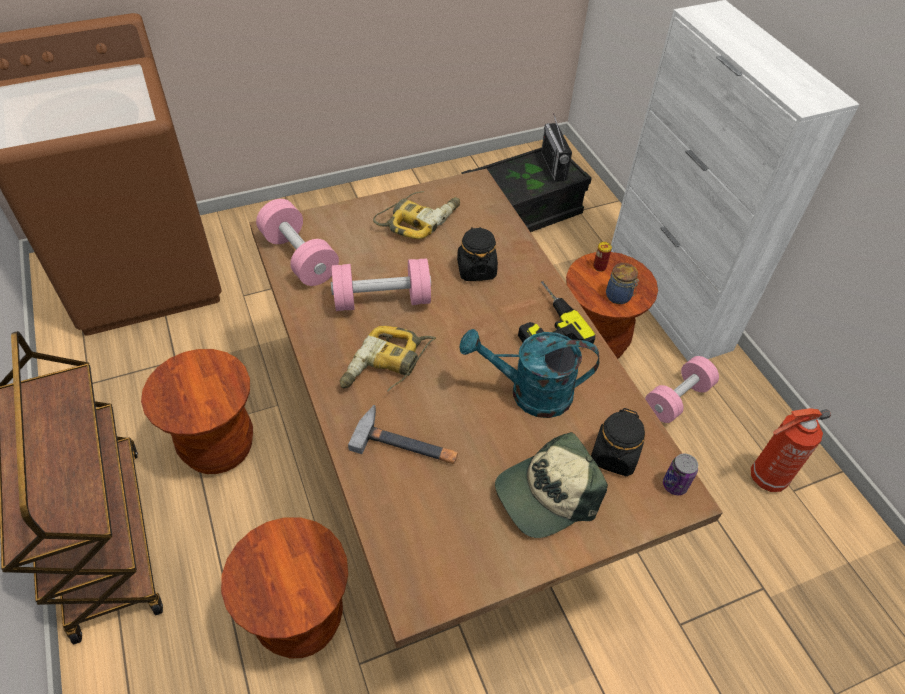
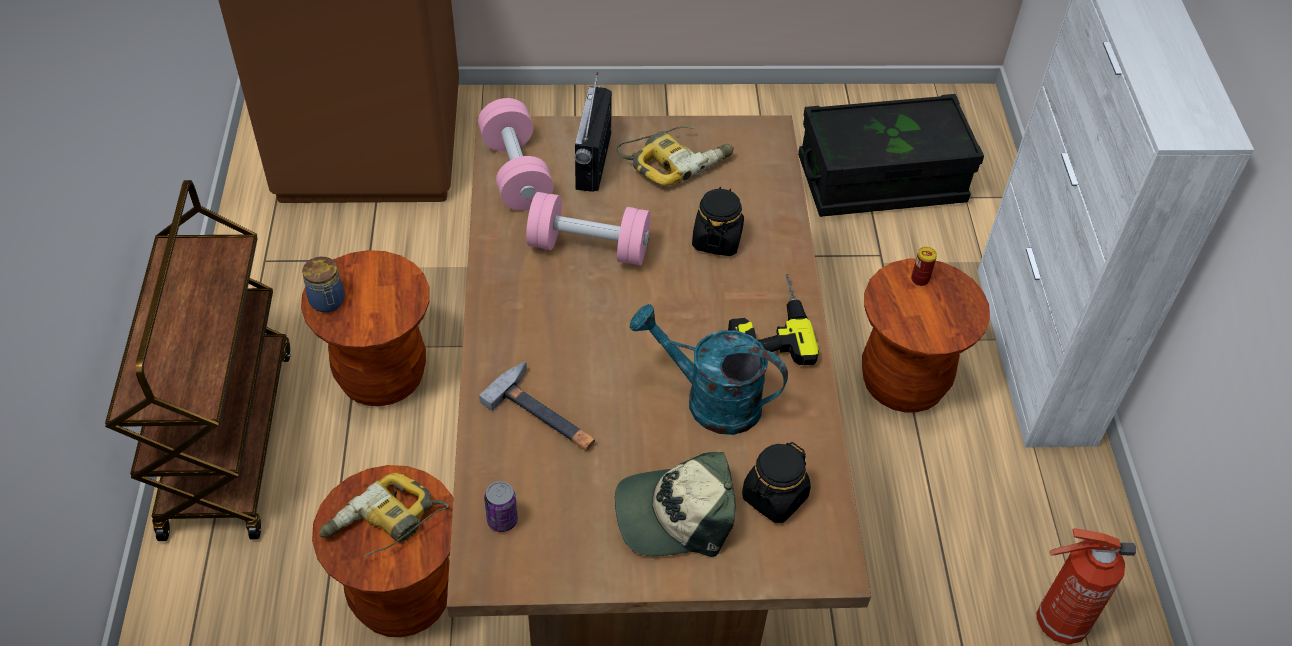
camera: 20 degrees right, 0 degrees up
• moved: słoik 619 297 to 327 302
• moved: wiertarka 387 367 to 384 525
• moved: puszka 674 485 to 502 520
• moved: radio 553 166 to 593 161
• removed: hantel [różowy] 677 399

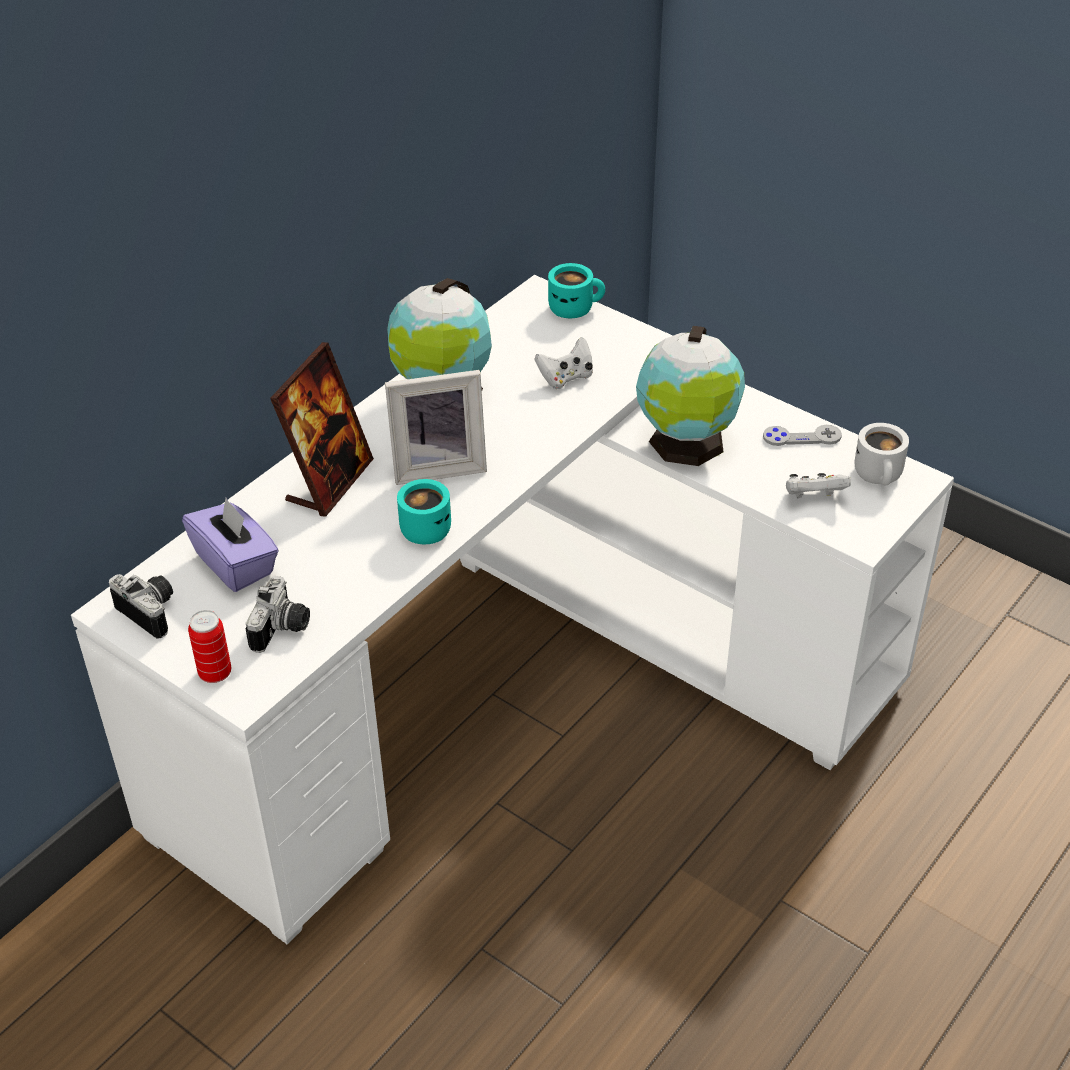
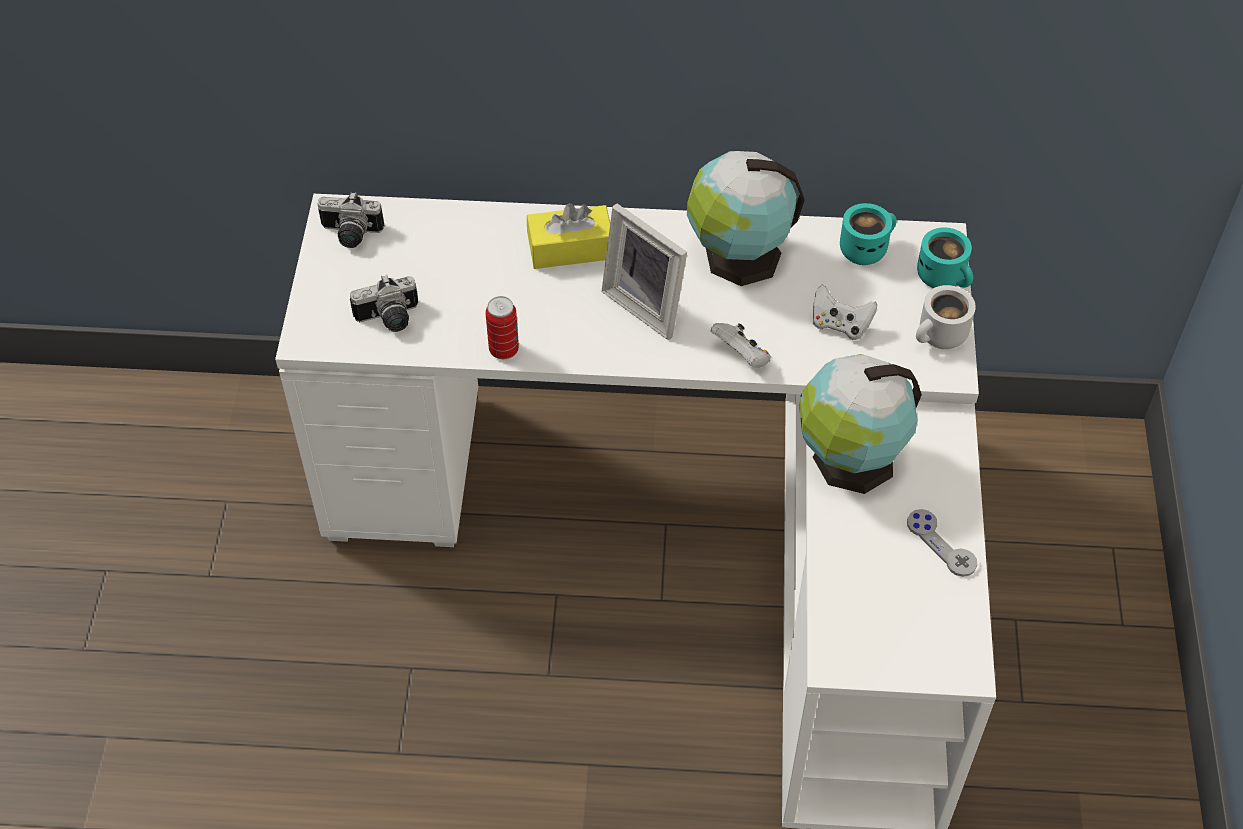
camera: 55 degrees right, 10 degrees up
• turned: aparat fotograficzny 153 611 = 350 235 90 degrees clockwise
• moved: puszka 215 673 to 504 350
• replaced: ramka na zdjęcie 329 482 to pudełko chusteczek [żółty] 570 249
• moved: pad do gier [biały] 813 497 to 742 357
• moved: kubek [turkusowy] 424 527 to 865 247
• moved: kubek [biały] 880 475 to 940 337
• removed: pudełko chusteczek [fioletowy] 236 564

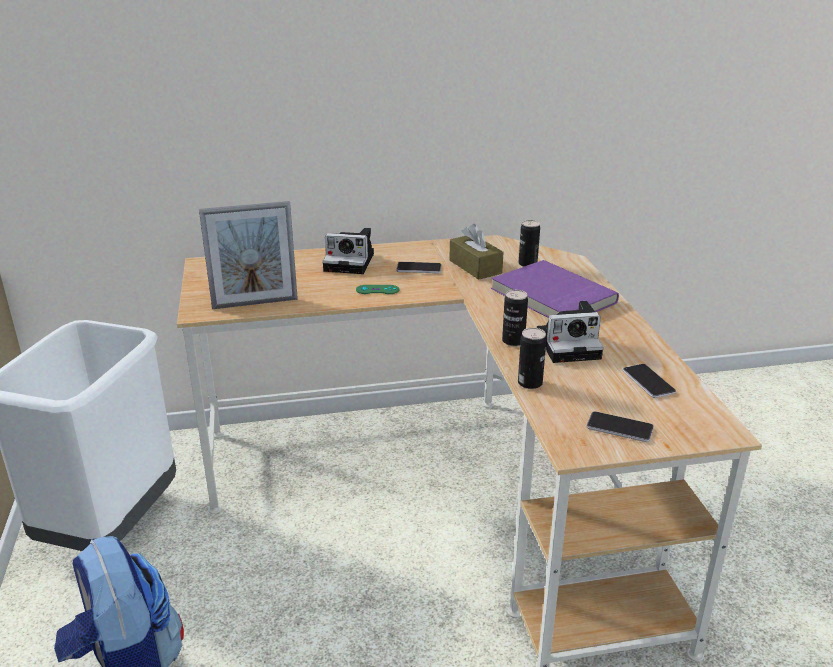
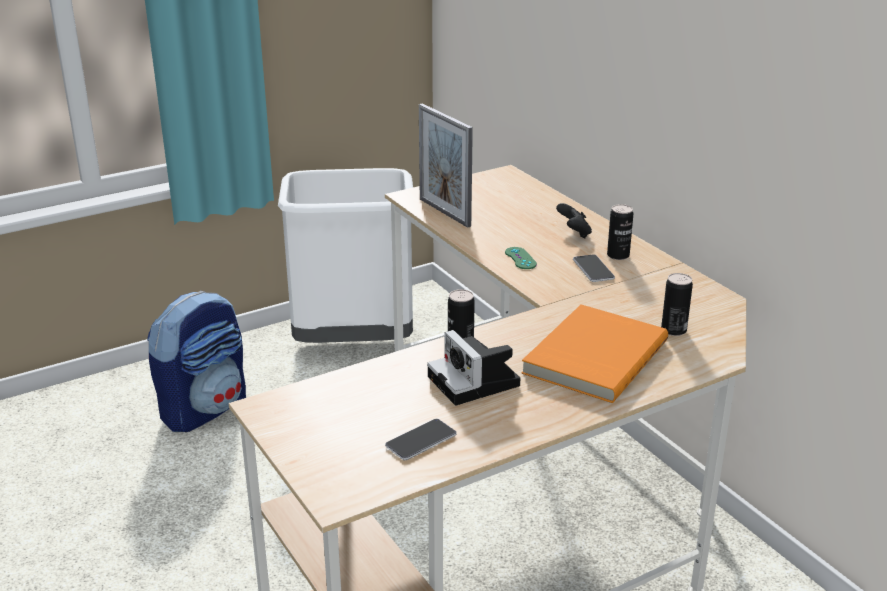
camera: 70 degrees right, 0 degrees up
• recoloured: książka [fioletowy] 551 296 to książka [pomarańczowy] 593 357
• replaced: aparat fotograficzny 351 262 to pad do gier [czarny] 574 233
• moved: puszka 530 383 to 618 255
• removed: pudełko chusteczek [brązowy] 475 267
• removed: telefon 619 428

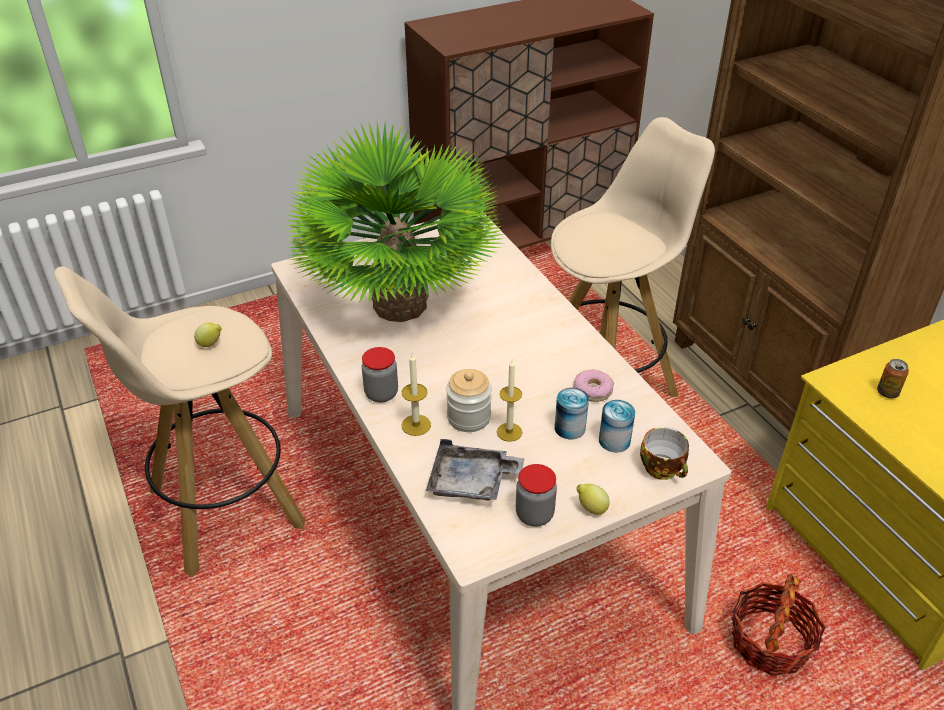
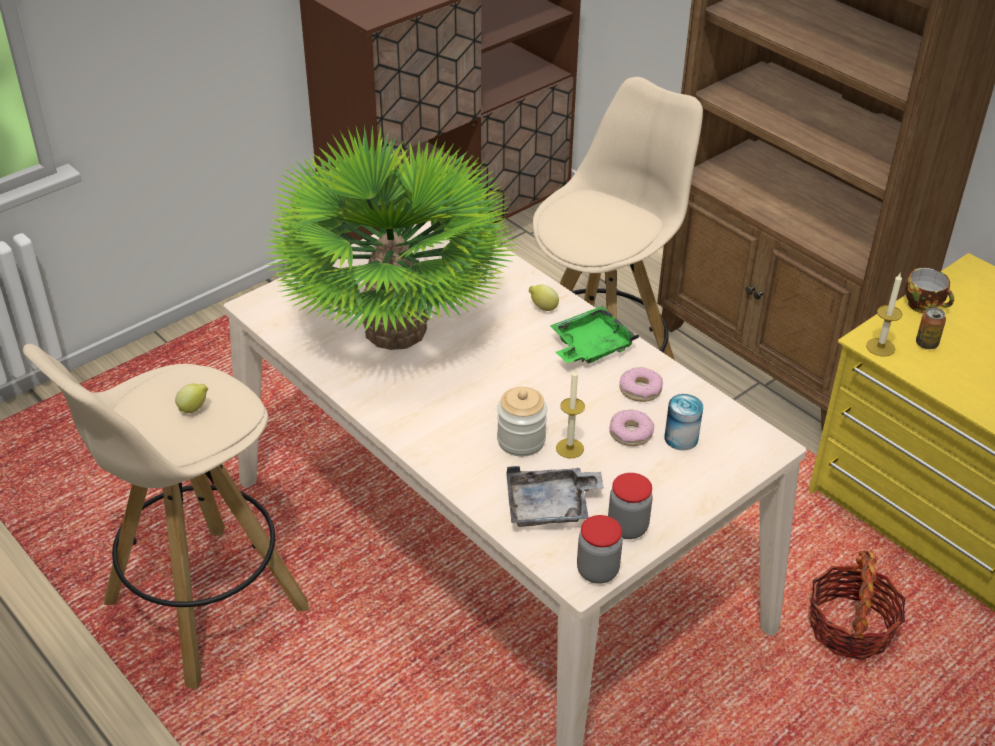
camera: 15 degrees left, 0 degrees up
• moved: cytryna 591 508 to 543 308
• added: taca [zielony] 590 346
• moved: słoik 381 394 to 597 571
• replaced: puszka 569 428 to donut 631 433
• moved: świeca 416 425 to 880 347
• moved: filiżanka 663 469 to 925 305

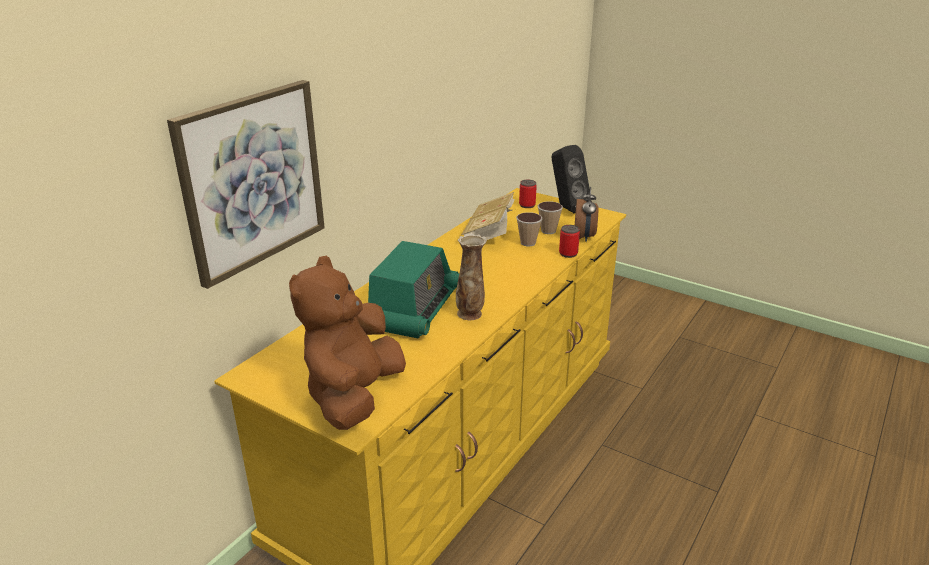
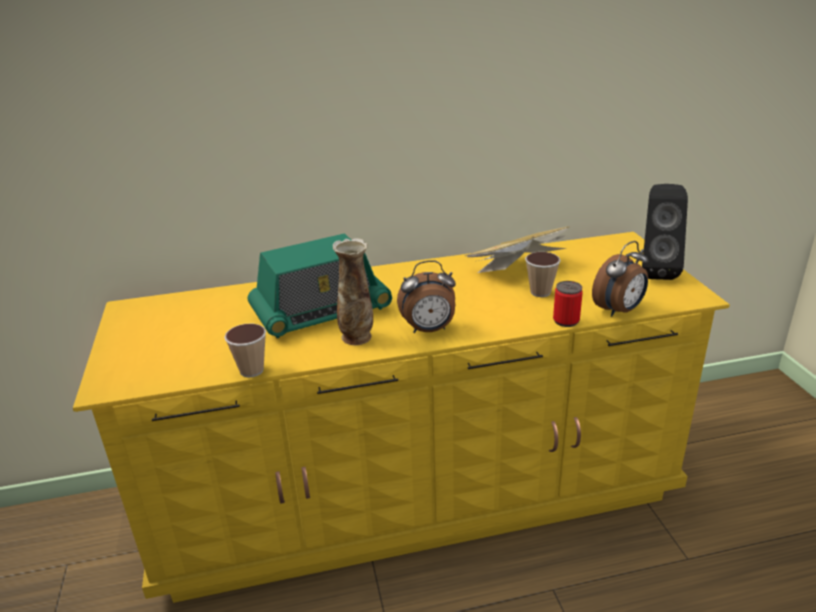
camera: 45 degrees right, 0 degrees up
• moved: filiżanka 548 231 to 251 370
• added: budzik 429 330
• removed: obraz 252 180
• removed: pluszak [brązowy] 354 396
• removed: puszka 527 205

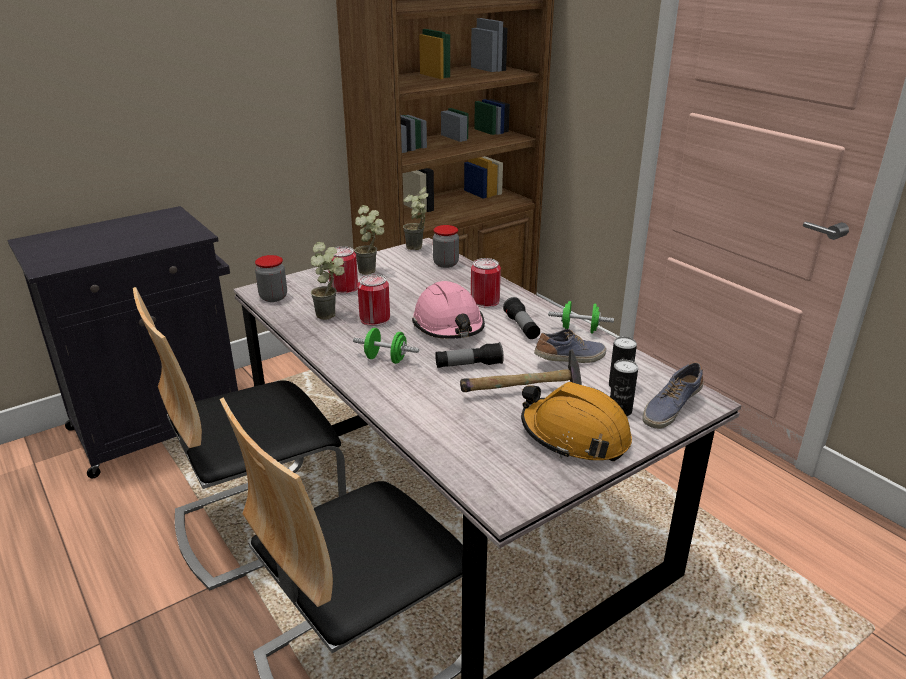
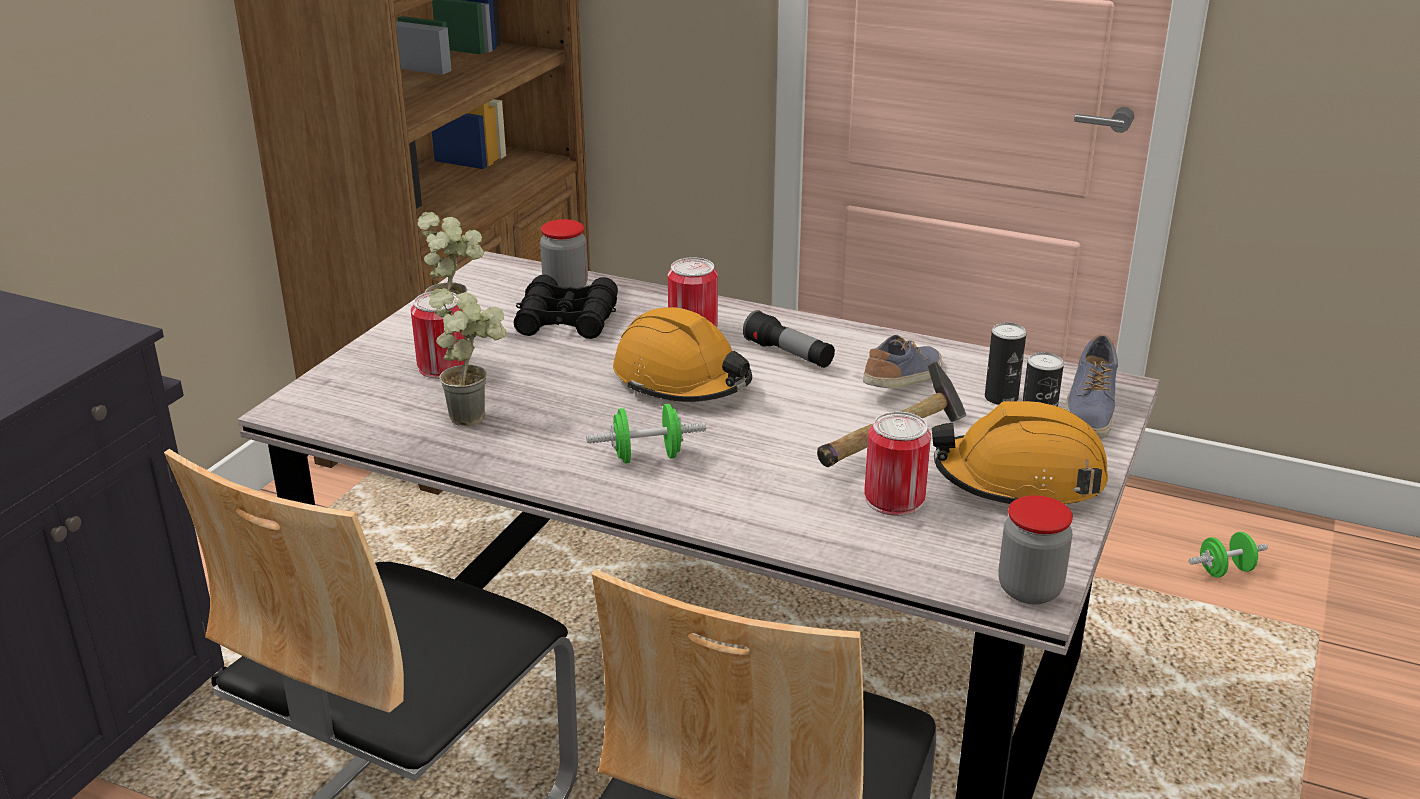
camera: 30 degrees left, 0 degrees up
• added: lornetka [czarny] 567 320
• recoloured: kask [różowy] 448 325 to kask [pomarańczowy] 682 381
• moved: puszka 375 319 to 894 499
• moved: słoik 273 297 to 1029 589
• moved: hantel [zielony] 579 330 to 1225 570
• removed: roślina doniczkowa 417 249
• removed: latarka 468 365

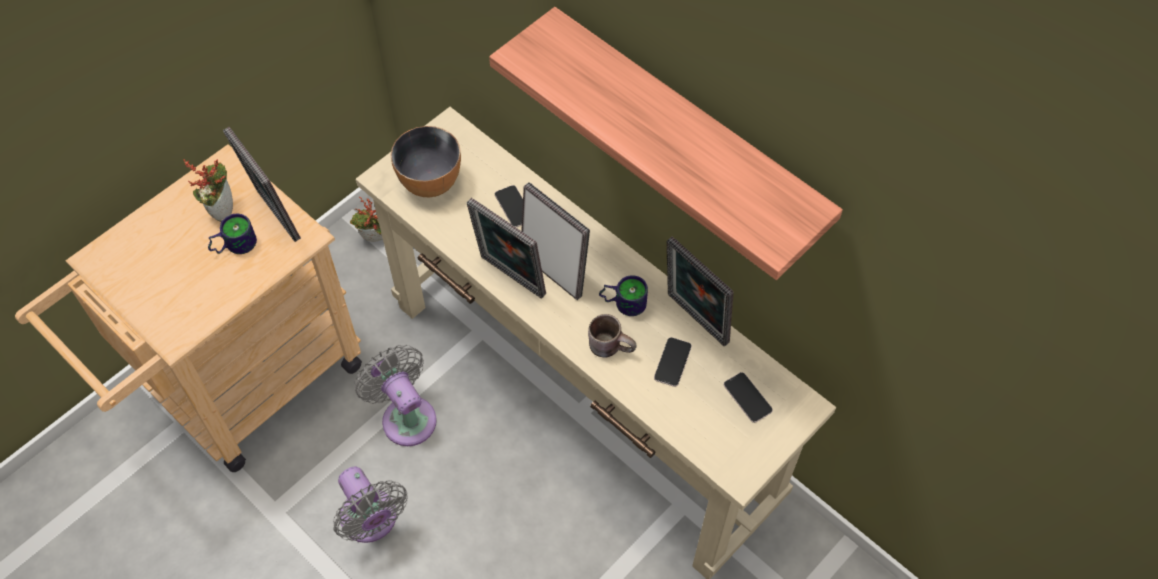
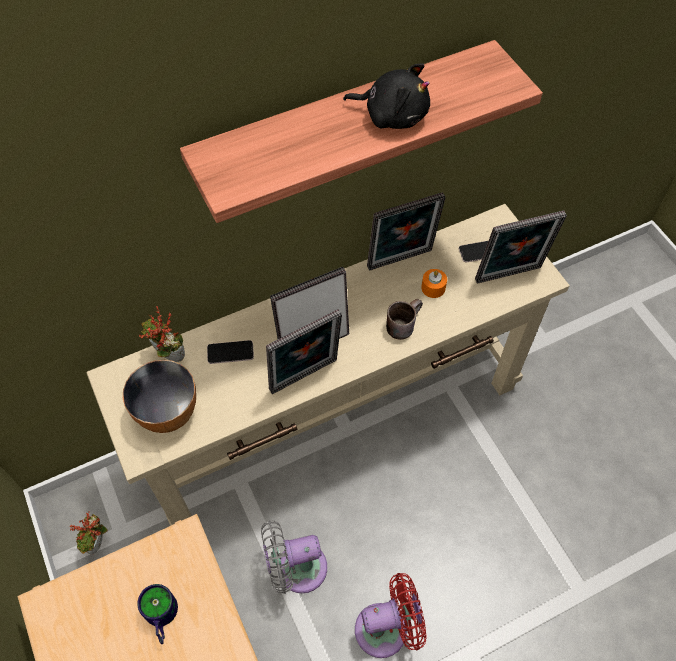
camera: 70 degrees left, 0 degrees up
• moved: roślina doniczkowa 221 210 to 168 357
• added: pluszak [czarny] 392 115
• recoloured: wentylator [szary] 371 521 to wentylator [czerwony] 387 629
• replaced: telefon 672 362 to świeca [pomarańczowy] 433 288
• moved: ramka na zdjęcie 274 216 to 509 277
• removed: kubek 623 301

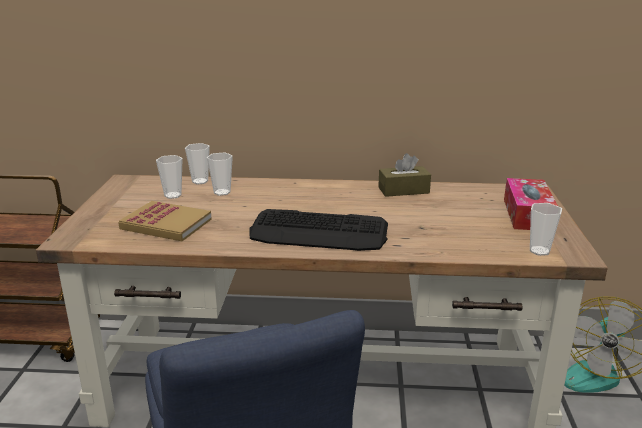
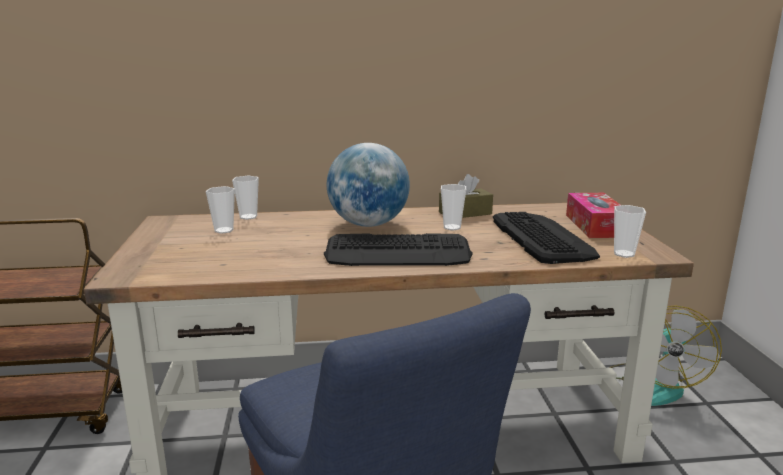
camera: 10 degrees left, 5 degrees down
• added: globus 368 224
• moved: filiżanka 222 192 to 452 227
• added: klawiatura 541 238
• removed: książka 166 224

